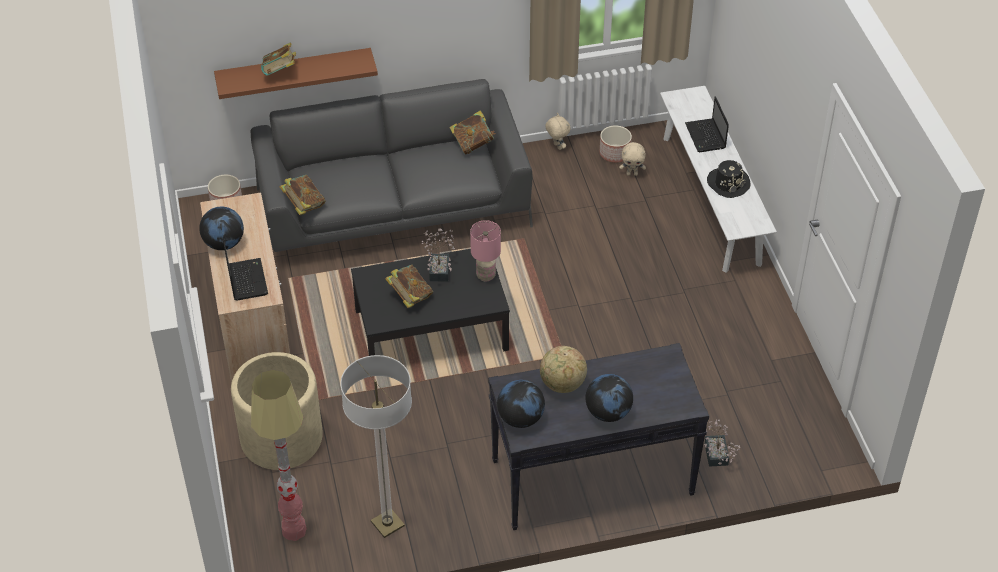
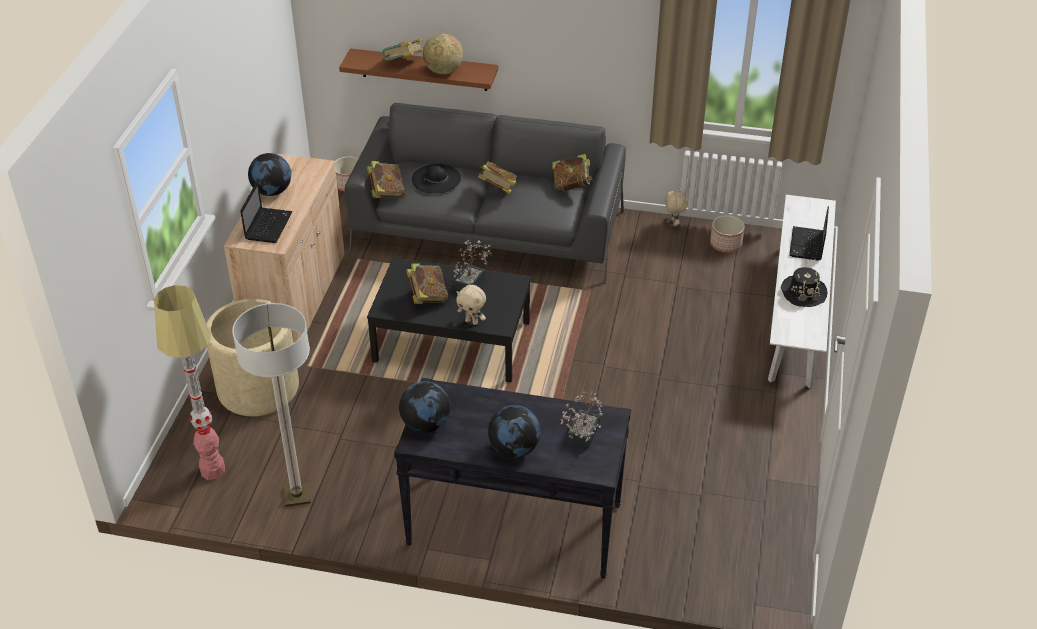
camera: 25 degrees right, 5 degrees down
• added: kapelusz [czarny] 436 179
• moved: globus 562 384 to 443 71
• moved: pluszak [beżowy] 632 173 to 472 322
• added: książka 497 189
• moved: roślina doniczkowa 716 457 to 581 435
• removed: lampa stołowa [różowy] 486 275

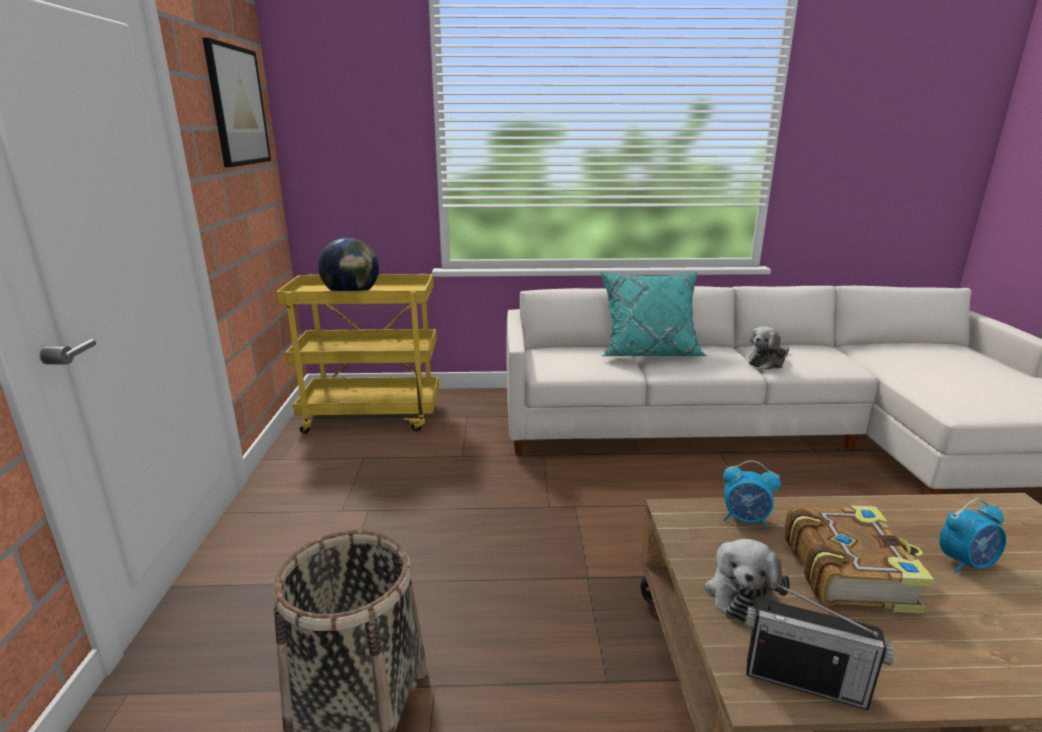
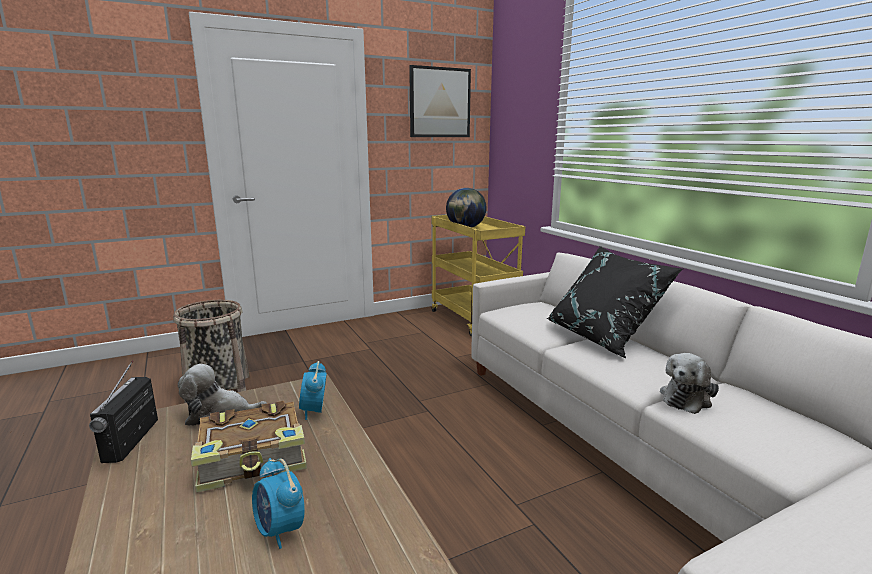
camera: 65 degrees right, 5 degrees down
• recoloured: poduszka [turkusowy] 649 352 to poduszka [czarny] 603 337
• turned: pluszak 767 362 = 687 398 75 degrees counterclockwise

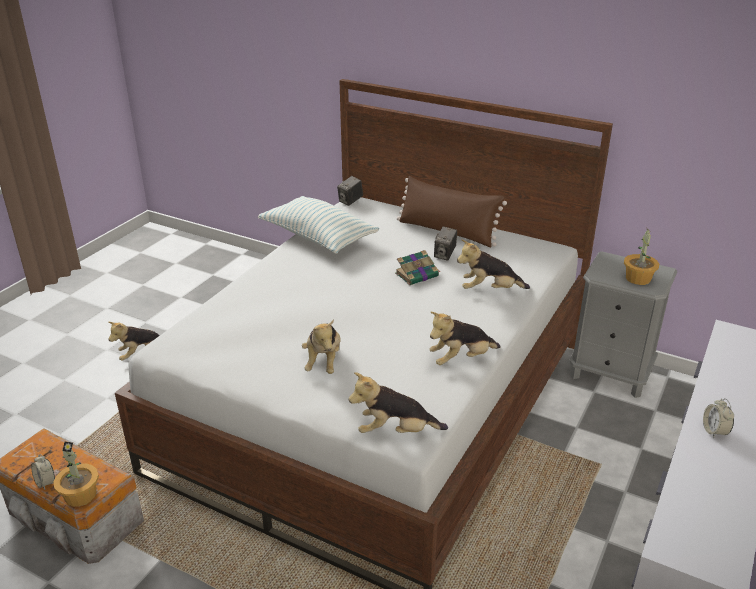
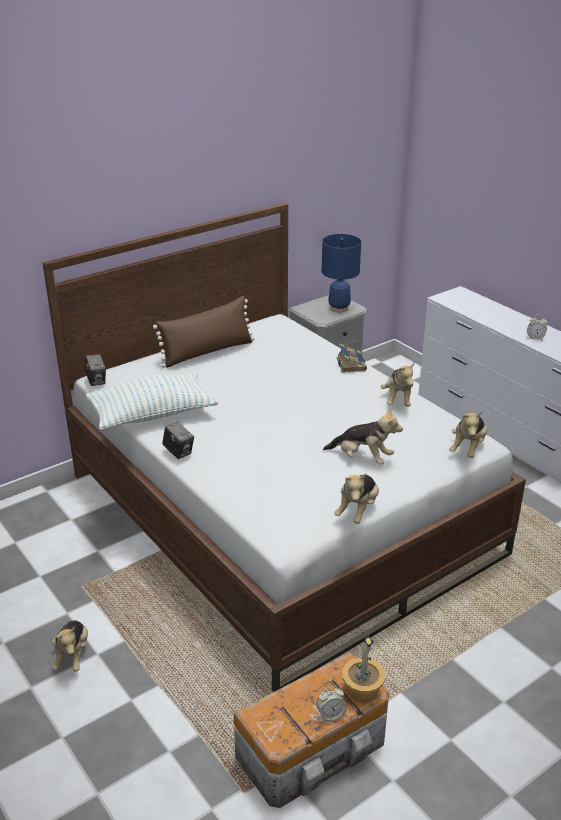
camera: 65 degrees left, 0 degrees up
• moved: aparat fotograficzny 445 255 to 179 452
• replaced: roślina doniczkowa 637 278 to lampa stołowa [niebieski] 339 308
• moved: pluszak 489 290 to 357 510
• moved: książka 417 275 to 351 364

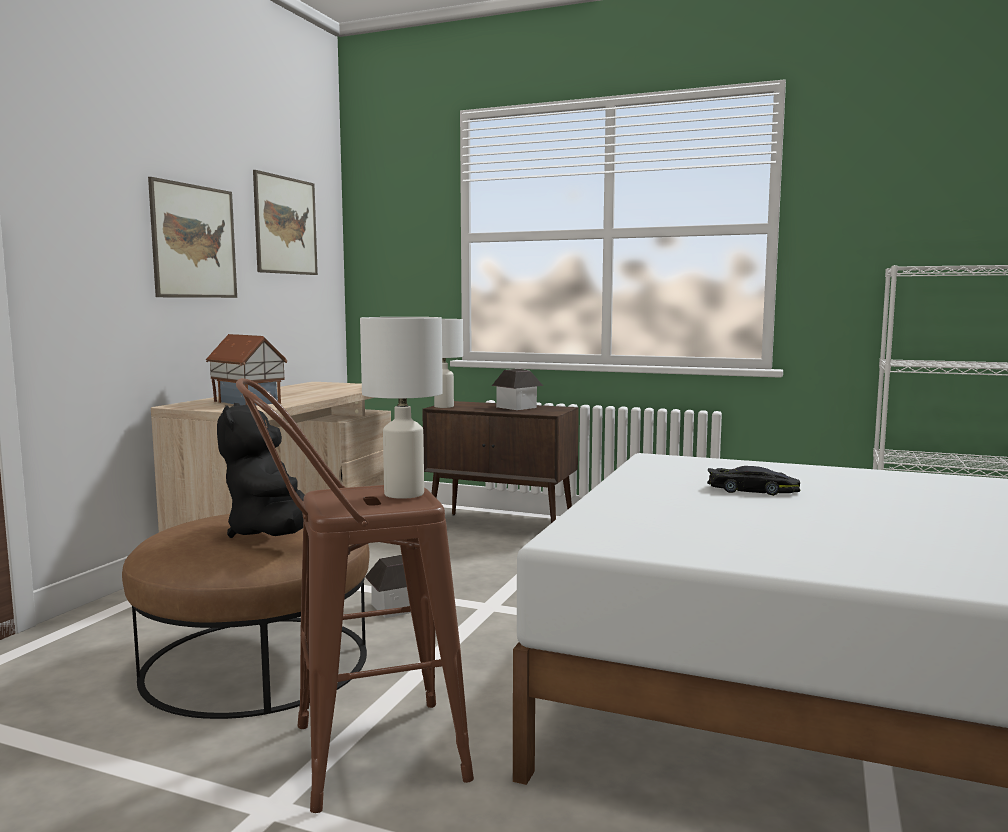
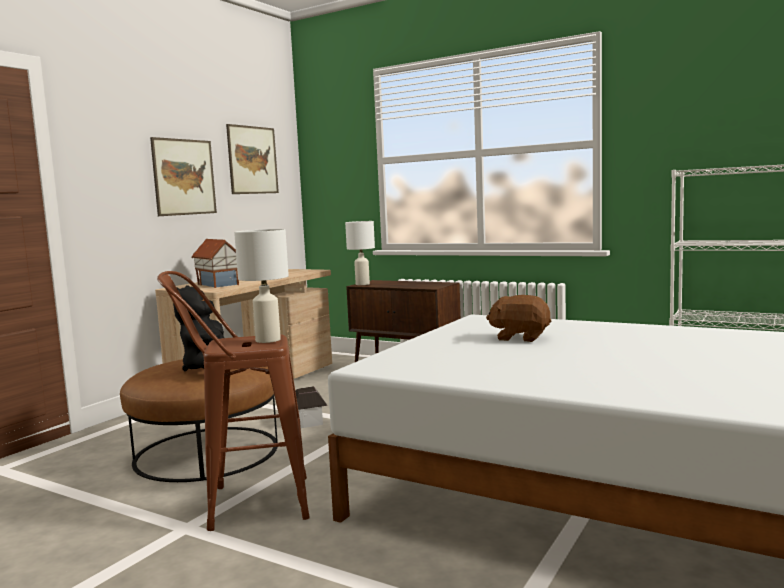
camera: 10 degrees right, 0 degrees up
• replaced: samochodzik [czarny] 752 490 to pluszak [brązowy] 520 337
• removed: domek 517 407

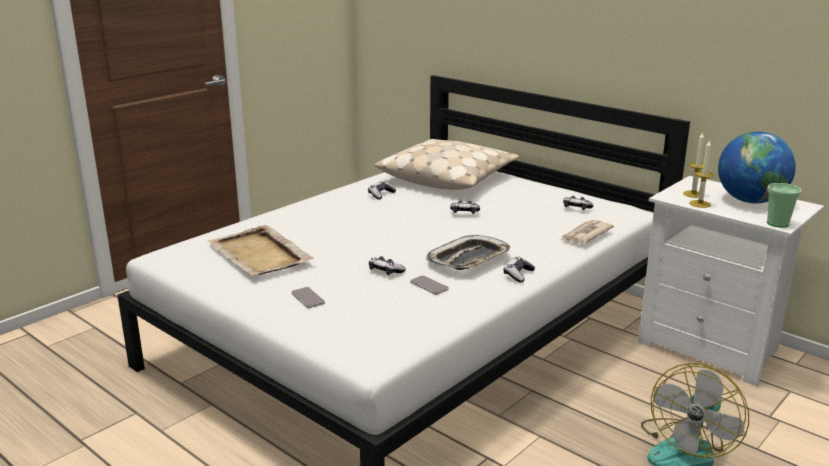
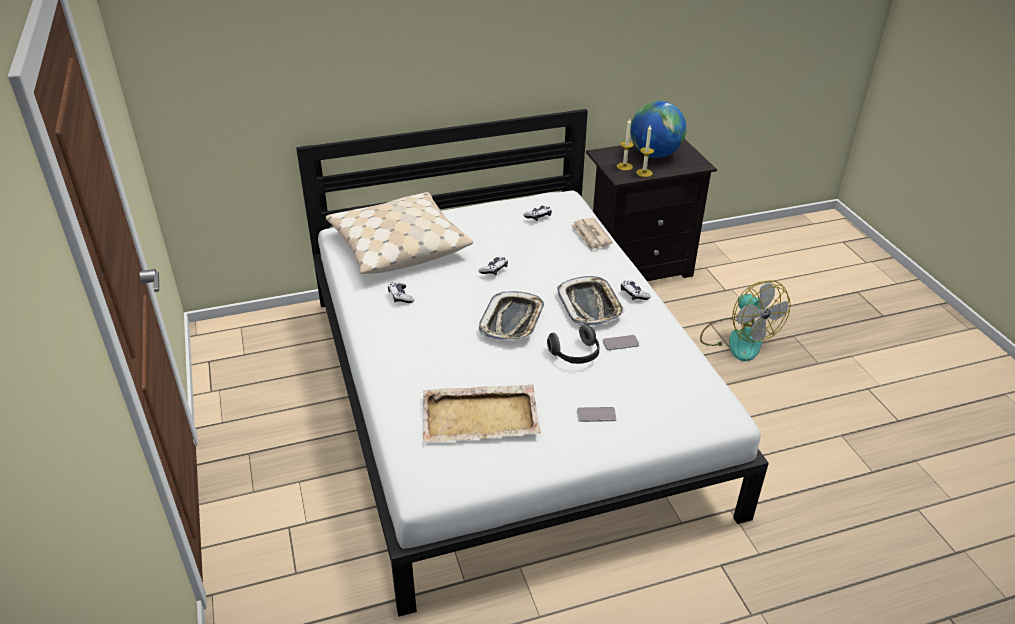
camera: 60 degrees left, 15 degrees up
• added: taca 512 321
• replaced: pad do gier 385 271 to słuchawki 575 355
• recoloured: szafka nocna [biały] 713 347 to szafka nocna [czarny] 637 266
• removed: filiżanka 777 223

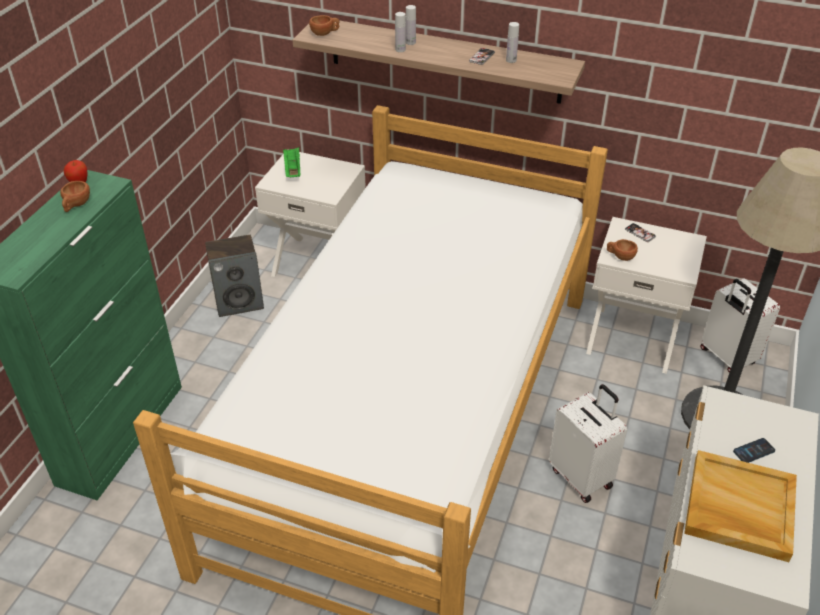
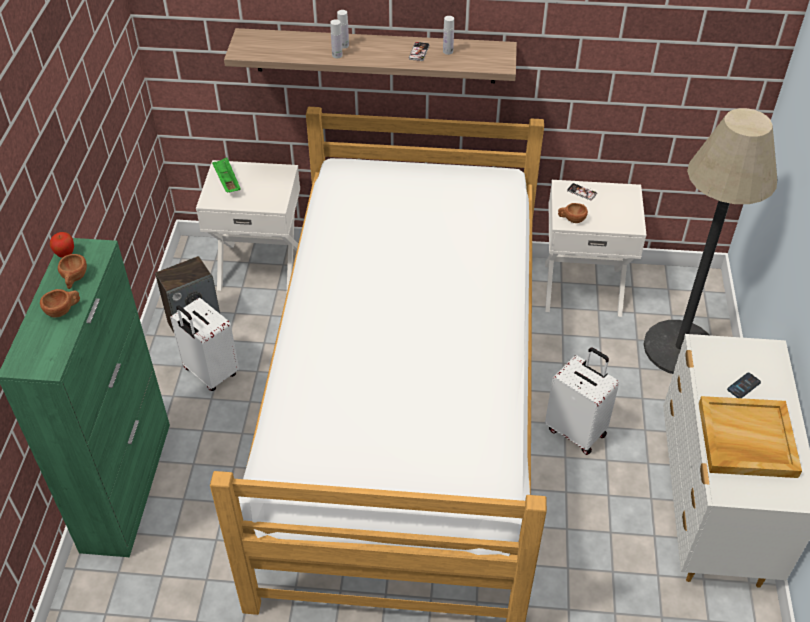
camera: 15 degrees left, 5 degrees up
• moved: filiżanka [brązowy] 325 33 to 63 310
• moved: walizka [biały] 726 357 to 210 373

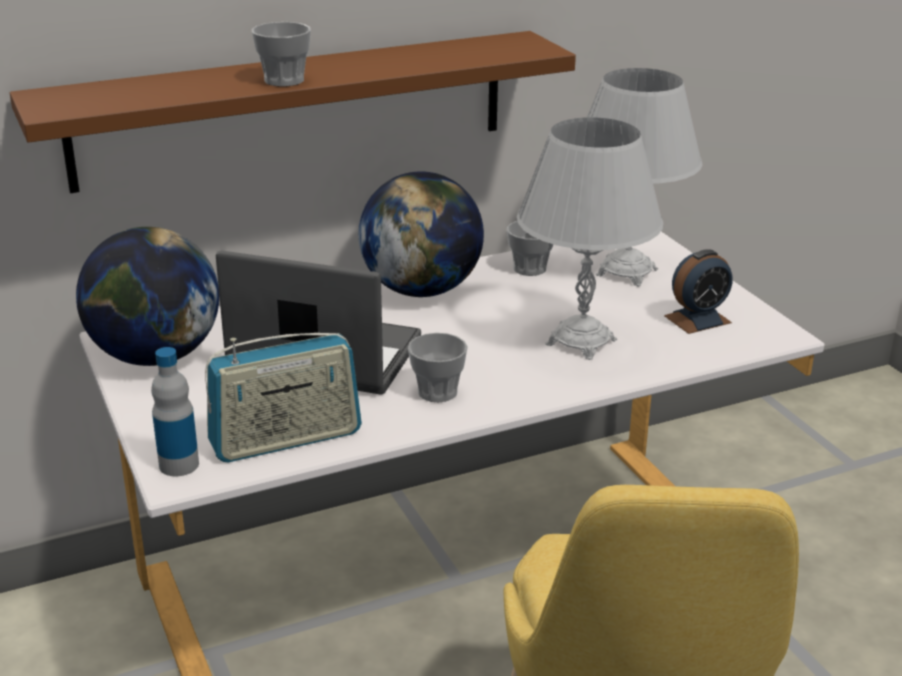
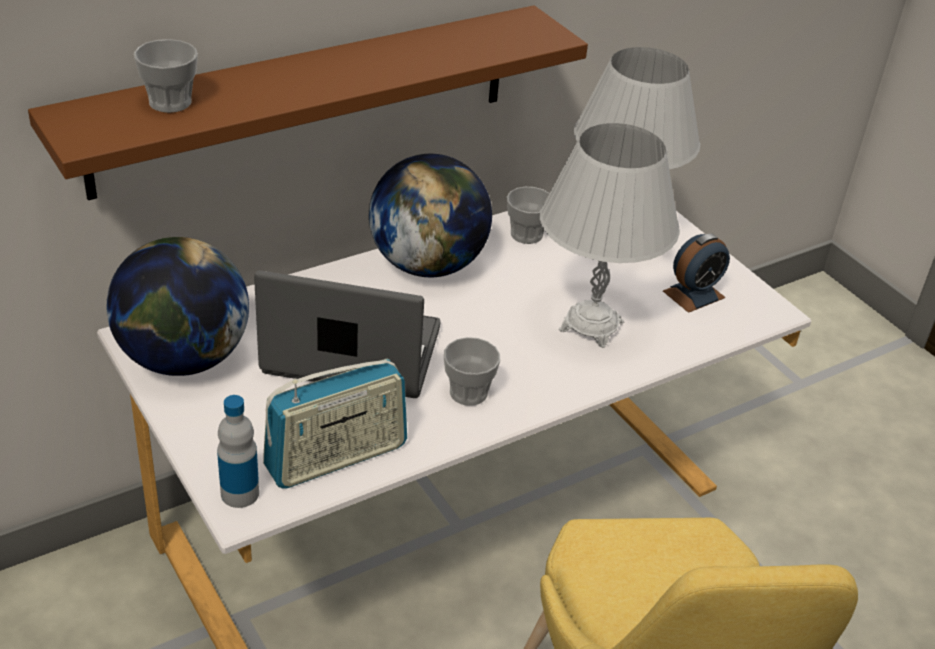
camera: 10 degrees left, 10 degrees up
• moved: filiżanka 284 80 to 170 102

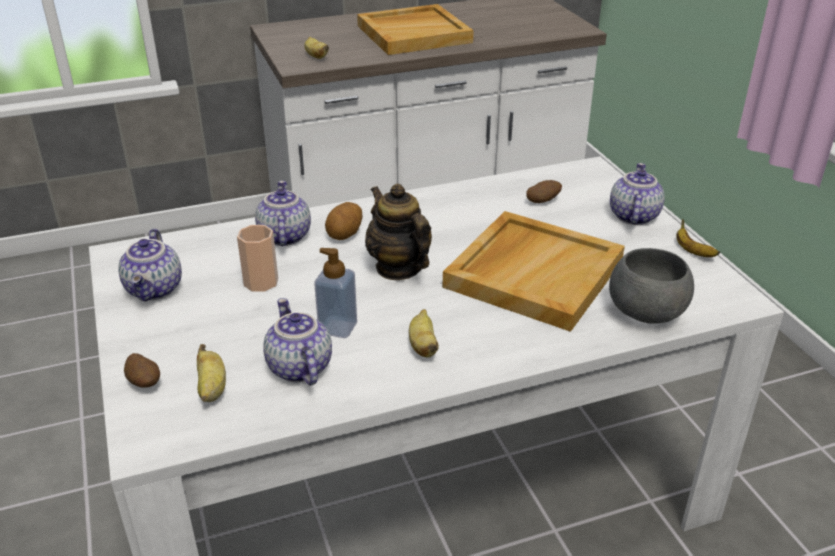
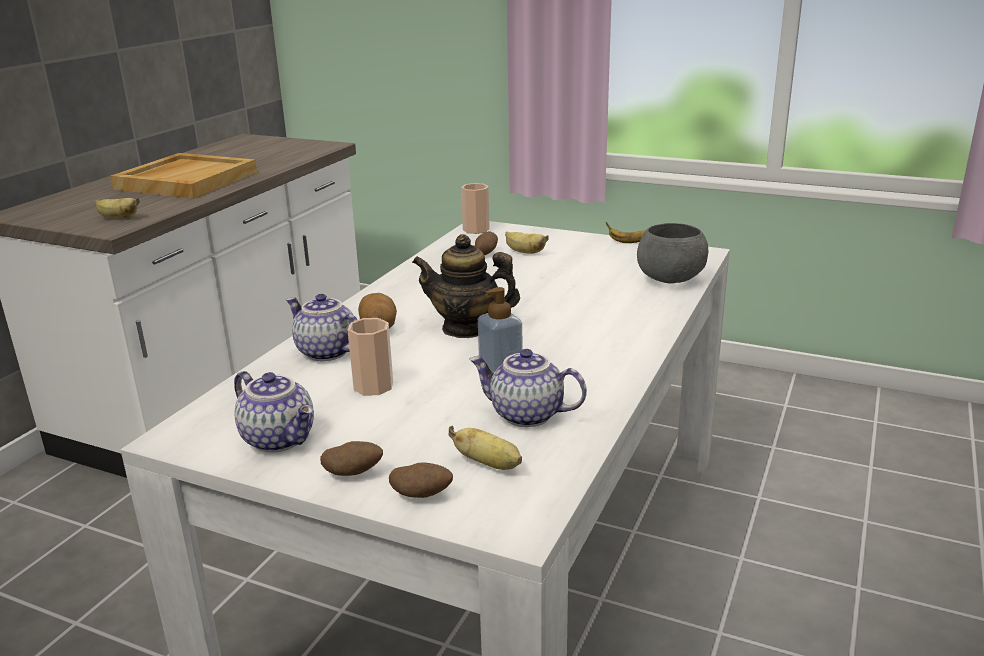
camera: 45 degrees left, 10 degrees down
• added: ziemniak 353 474
• added: filiżanka 476 229
• moved: banan 423 346 to 524 252
• removed: taca [beżowy] 533 273
• removed: imbryk 632 216

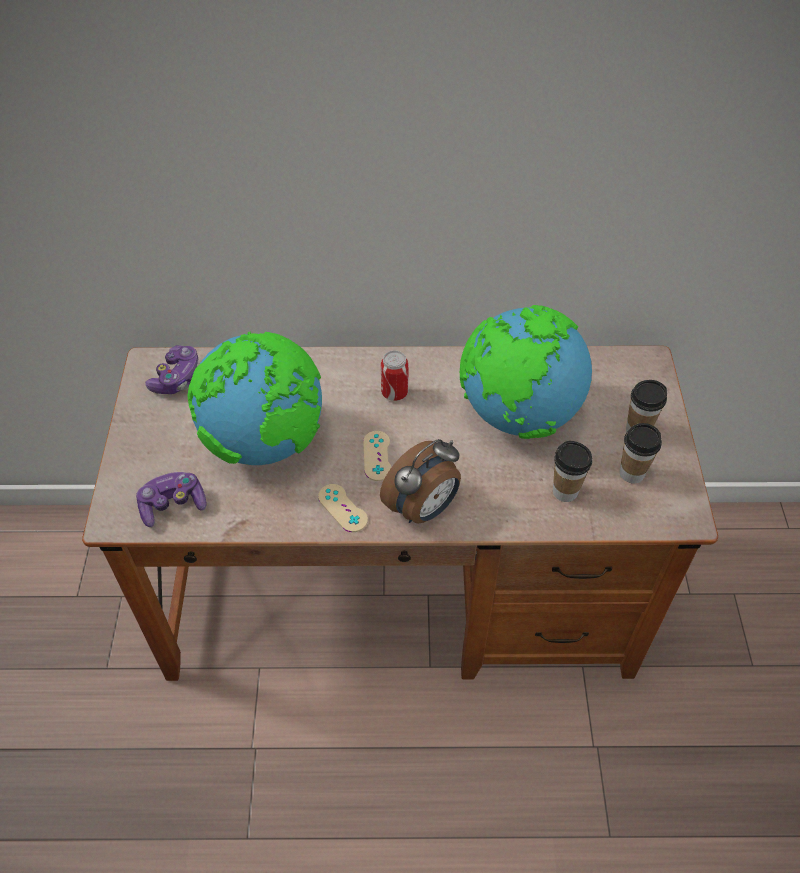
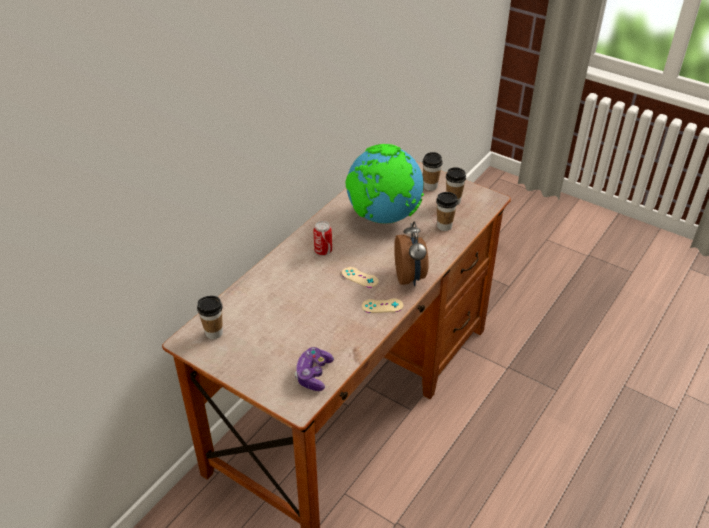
camera: 55 degrees left, 10 degrees down
• replaced: pad do gier 177 378 to filiżanka 214 333
• removed: globus 266 442

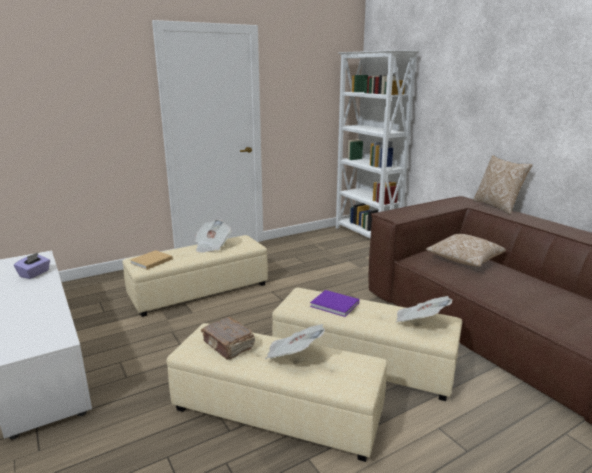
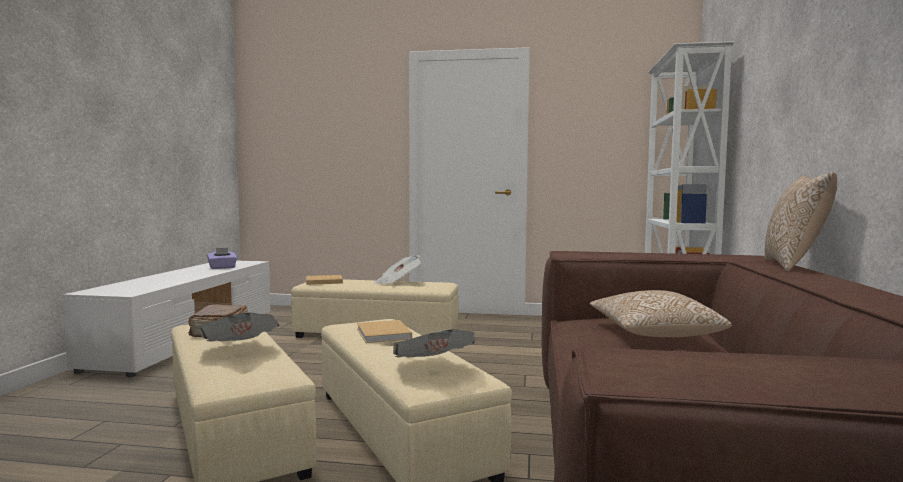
camera: 40 degrees right, 15 degrees down
• recoloured: książka [fioletowy] 336 305 to książka [beżowy] 384 334

